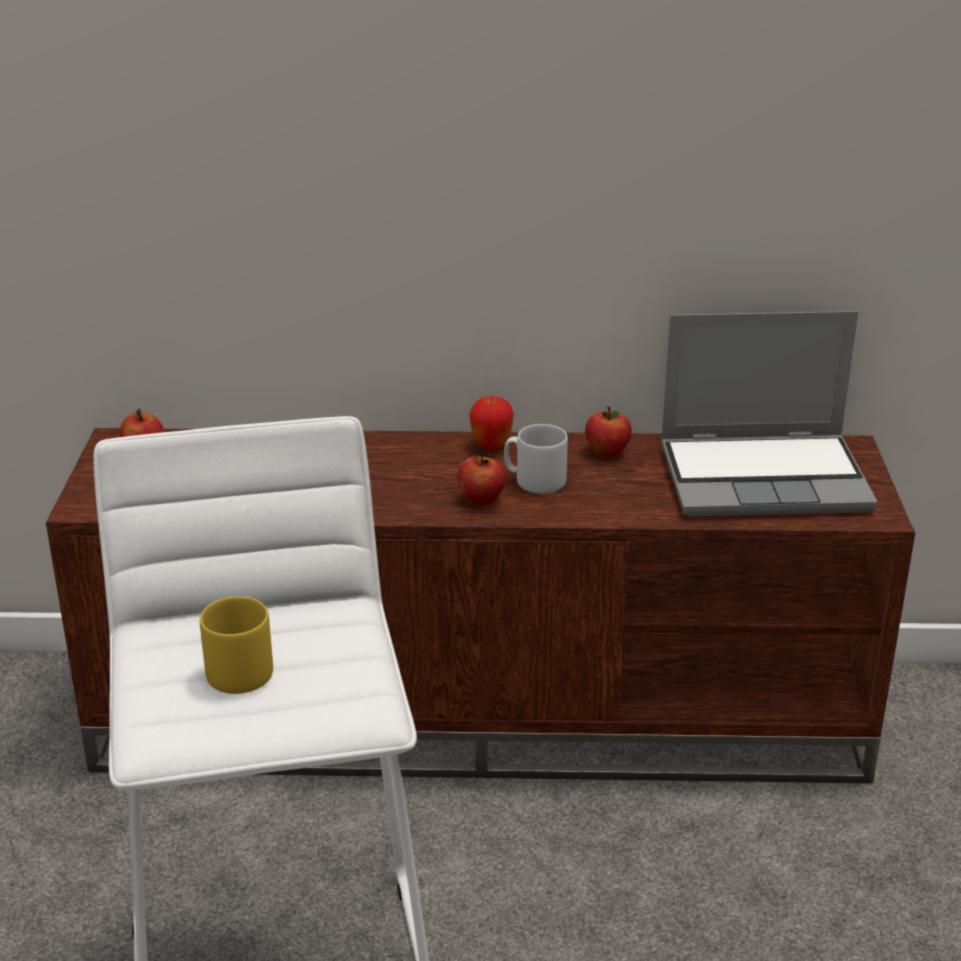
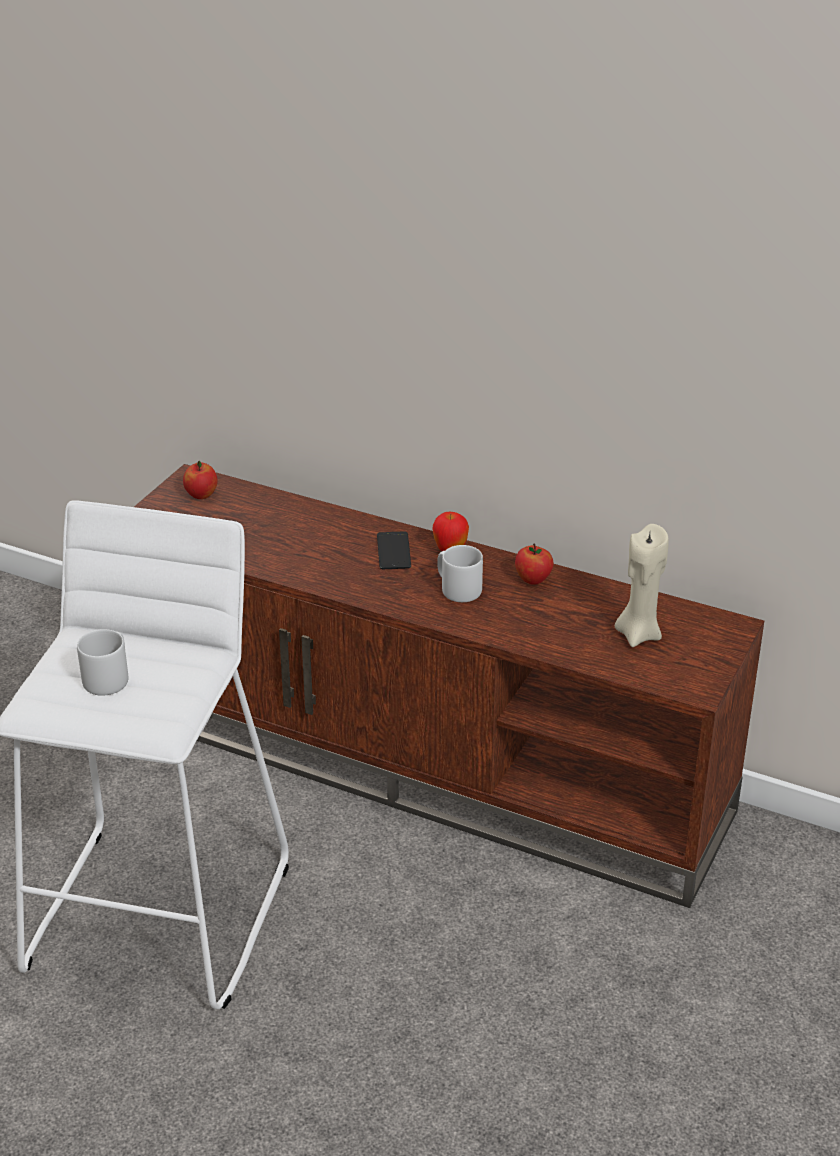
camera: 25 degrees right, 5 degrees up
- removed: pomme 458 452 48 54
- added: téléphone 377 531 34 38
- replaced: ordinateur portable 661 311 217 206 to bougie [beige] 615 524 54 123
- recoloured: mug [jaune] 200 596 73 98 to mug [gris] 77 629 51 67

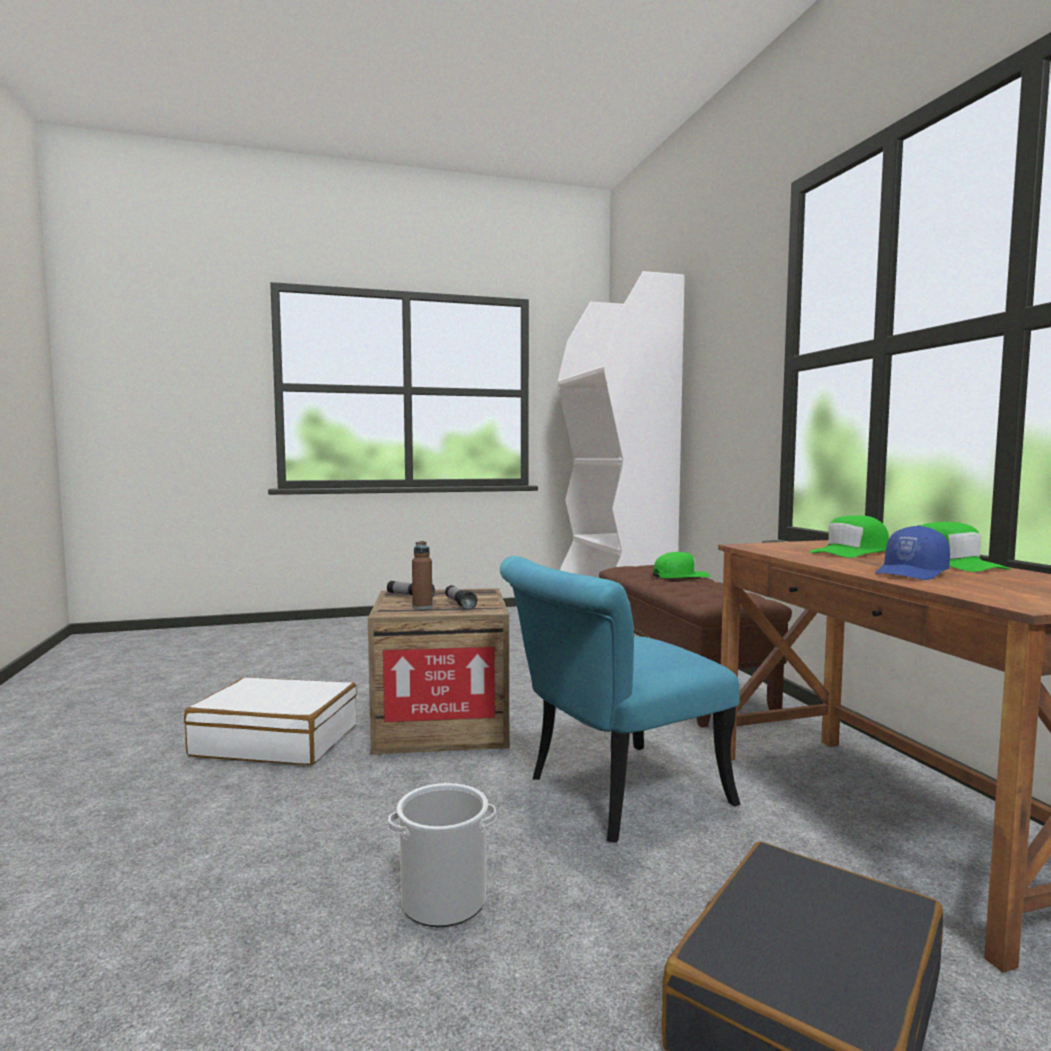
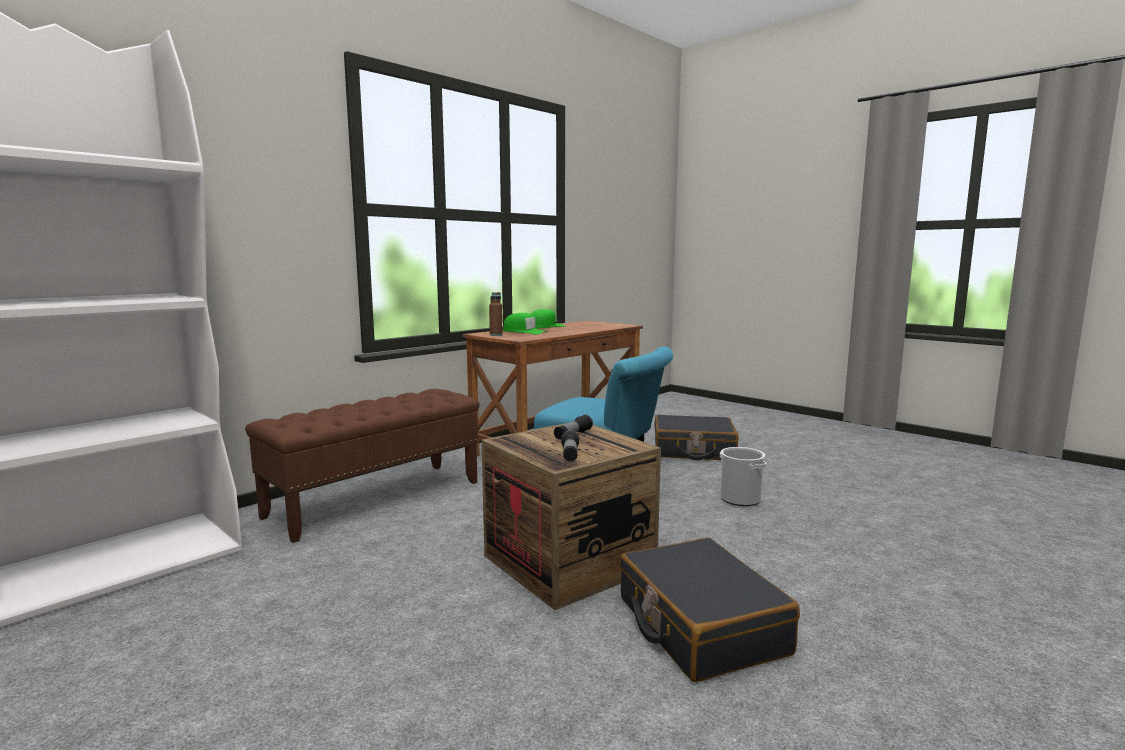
camera: 120 degrees left, 5 degrees up
- removed: casquette [vert] 652 552 59 26
- removed: casquette [bleu] 875 525 75 55
- moved: bouteille [marron] 412 541 21 68 to 489 292 13 44
- recoloured: valise [blanc] 184 677 173 88 to valise [noir] 620 538 180 144

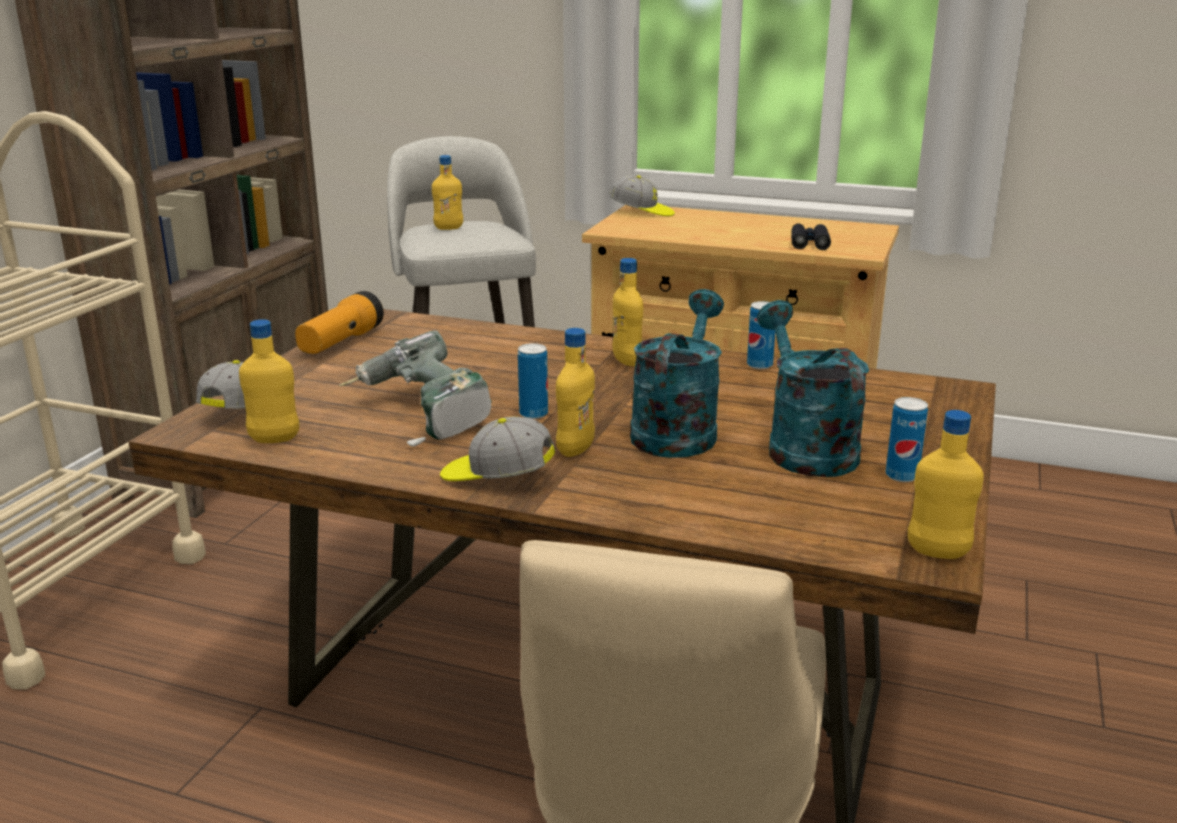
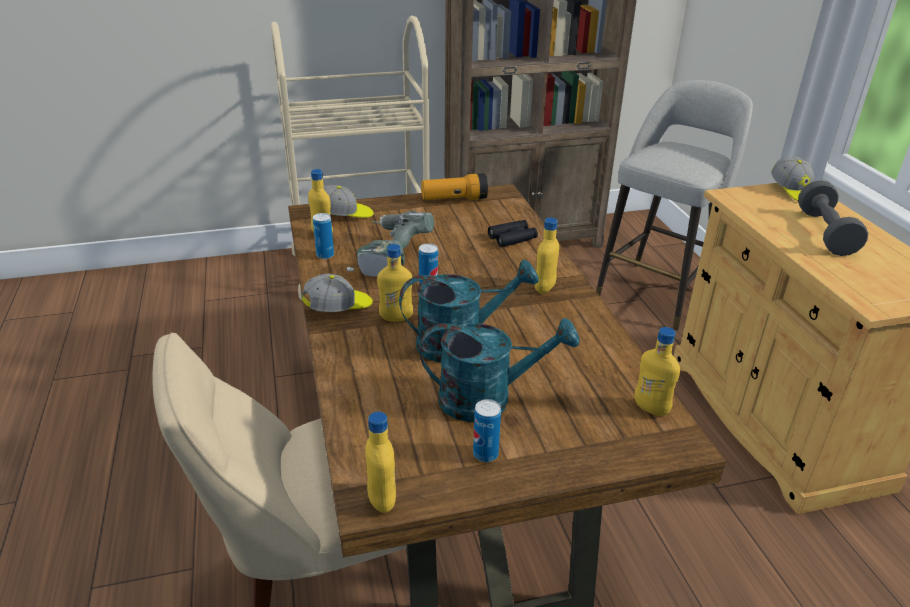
camera: 55 degrees right, 10 degrees up
- added: haltère [gris] 798 180 70 76
- moved: bouteille [jaune] 432 155 31 75 to 634 327 46 89
- moved: boîte métallique 747 301 28 68 to 313 213 21 46
- moved: jumelles [noir] 791 223 40 27 to 488 220 50 27
- turned: casquette 440 416 115 65 = 301 274 72 38 75 degrees clockwise
- turned: arrosoir [turquoise] 757 300 112 177 = 420 318 160 104 45 degrees clockwise

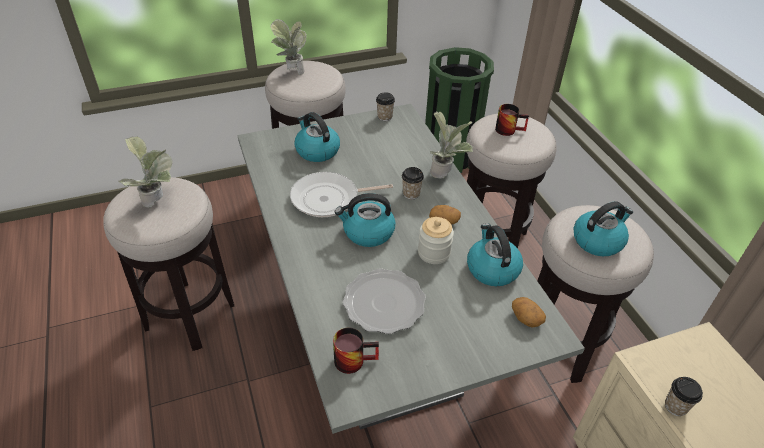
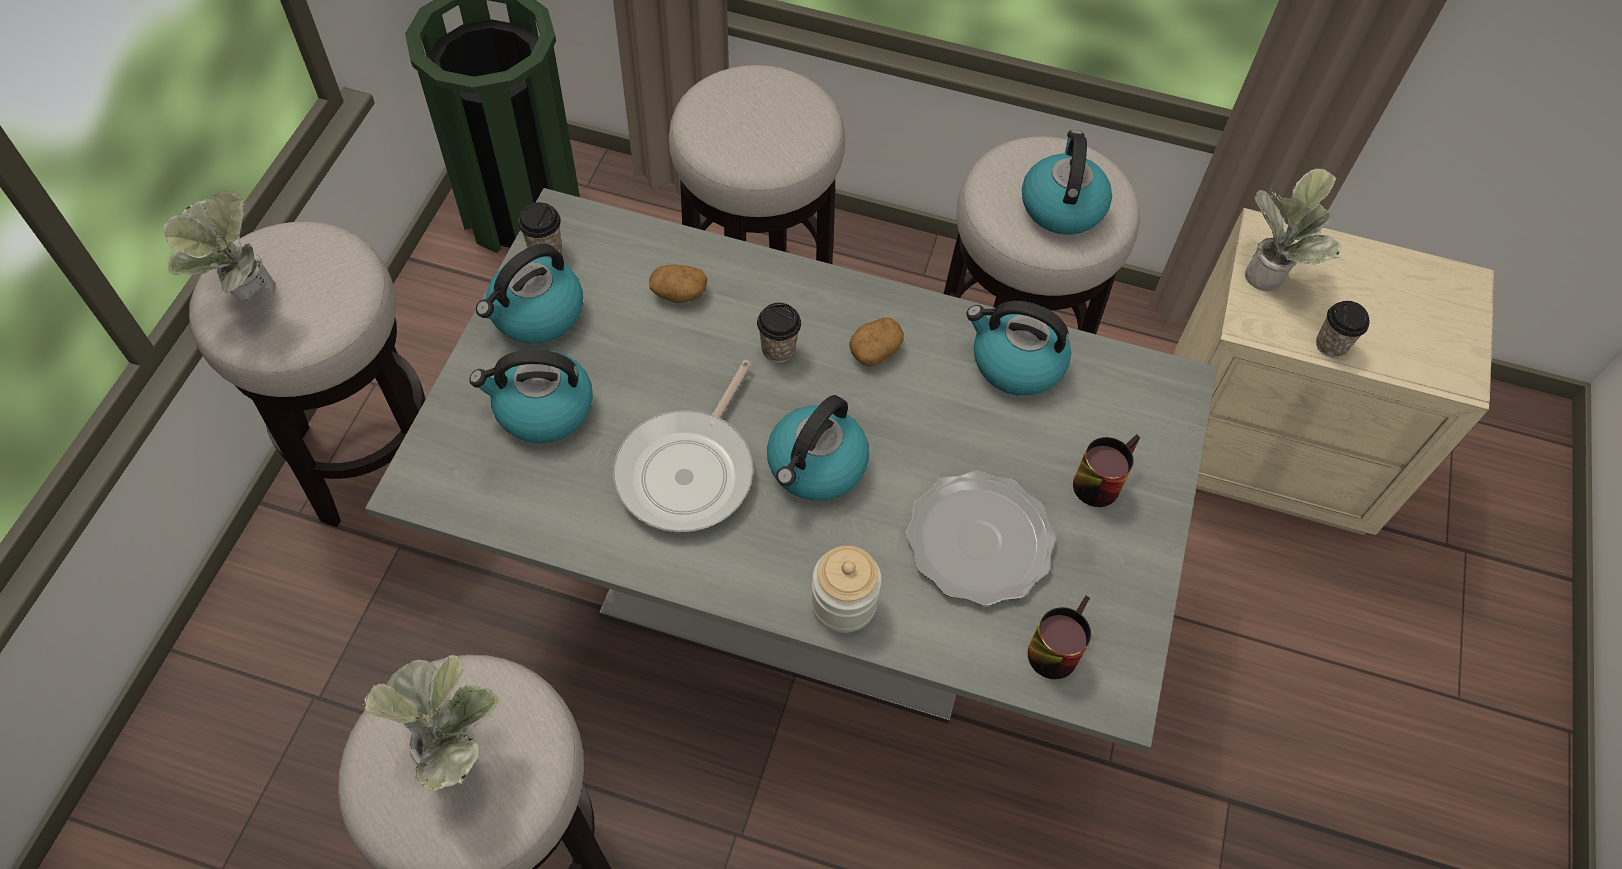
camera: 55 degrees left, 15 degrees up
- added: bouilloire 476 244 107 100
- moved: bocal 418 217 36 47 to 811 546 71 87
- moved: plante en pot 430 112 43 67 to 1245 169 96 122
- moved: mug 495 104 34 32 to 1073 434 67 73
- moved: pomme de terre 512 297 34 30 to 649 264 58 39

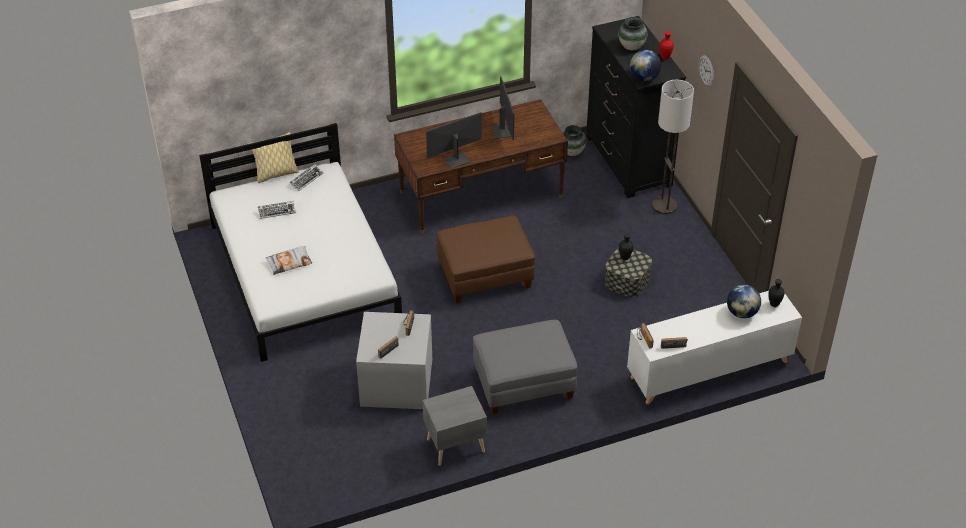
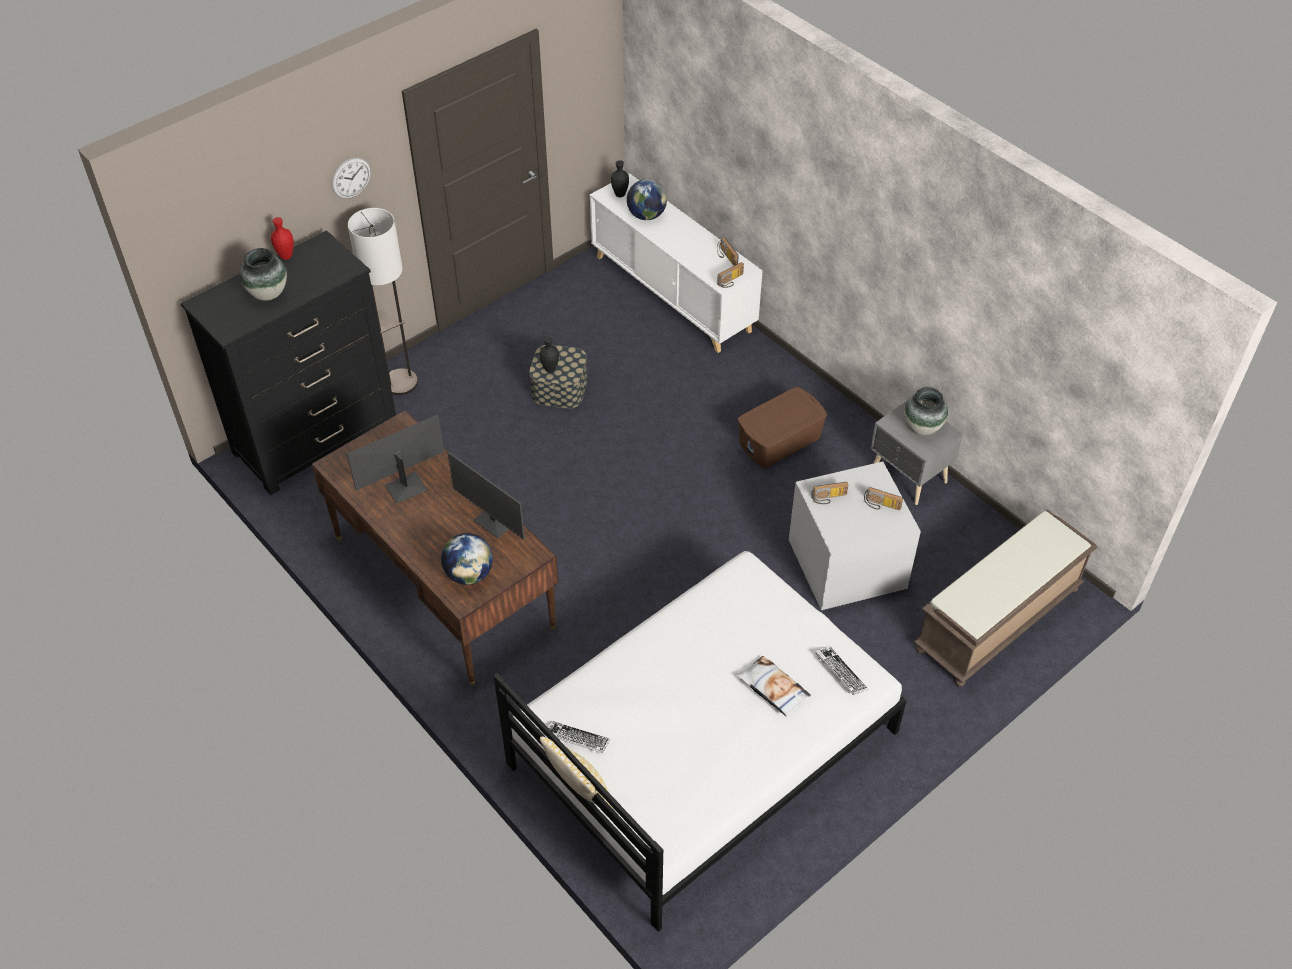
camera: 110 degrees left, 5 degrees up
- removed: pouf [marron] 437 216 98 87
- added: banc [marron] 914 509 184 178
- moved: clavier 258 201 38 18 to 815 646 53 49
- moved: vase 563 125 23 31 to 904 387 44 48
- moved: globe 630 50 31 31 to 441 533 52 52
- replaced: pouf [gris] 473 320 104 94 to boîte de rangement [marron] 738 387 89 81

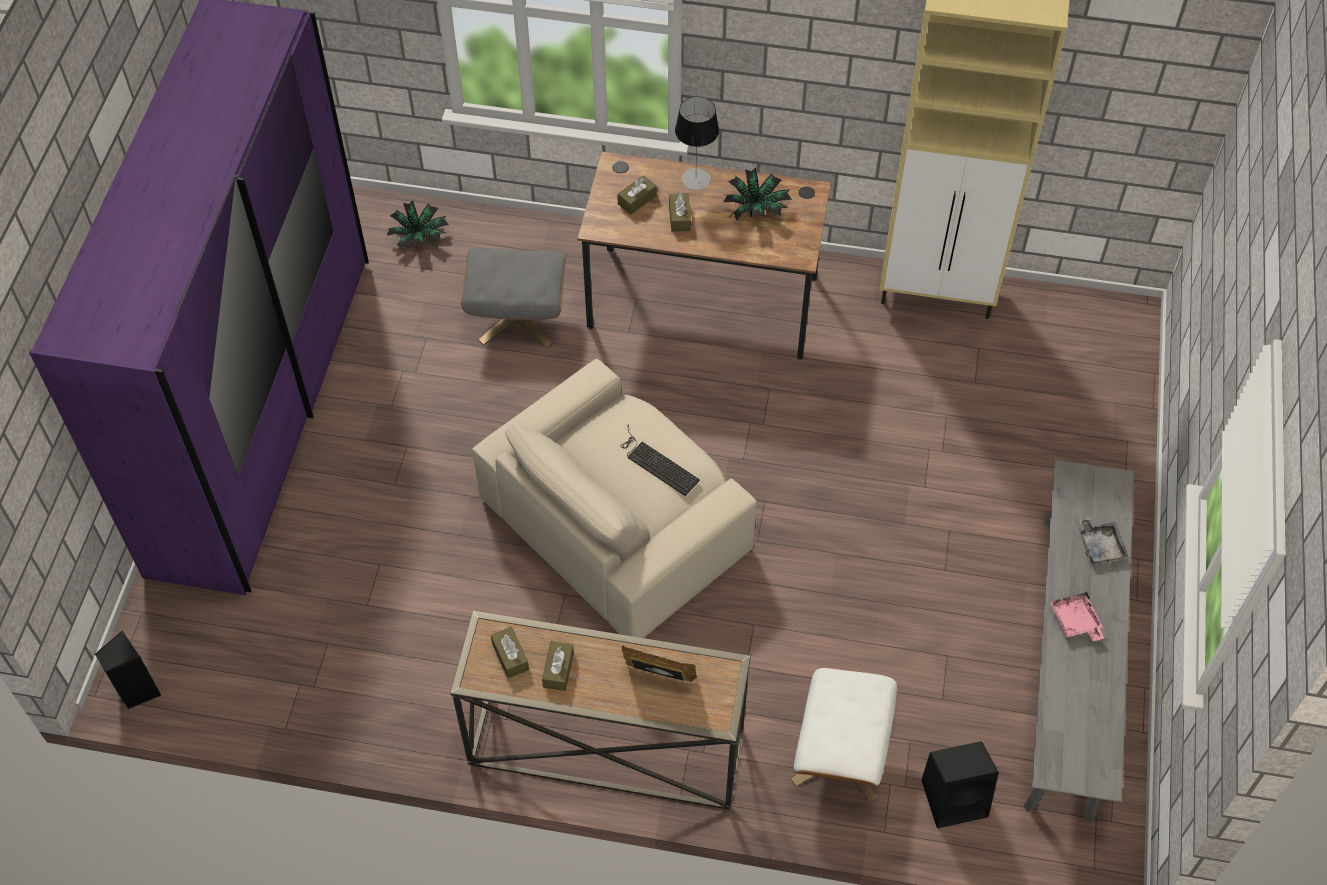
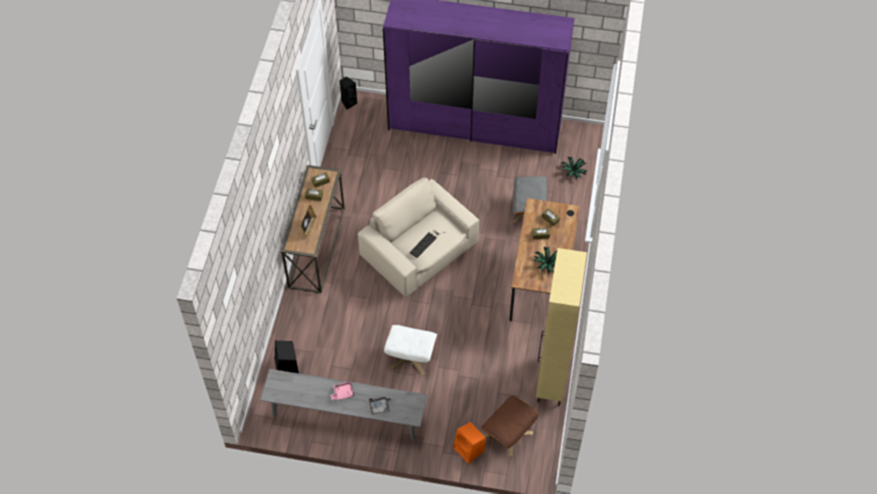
camera: 90 degrees right, 0 degrees up
- removed: lampe de table 675 96 44 94
- added: enceinte [orange] 453 422 33 42
- added: pouf [marron] 481 395 58 62
- moved: pouf [blanc] 791 667 106 136 to 384 325 54 50

